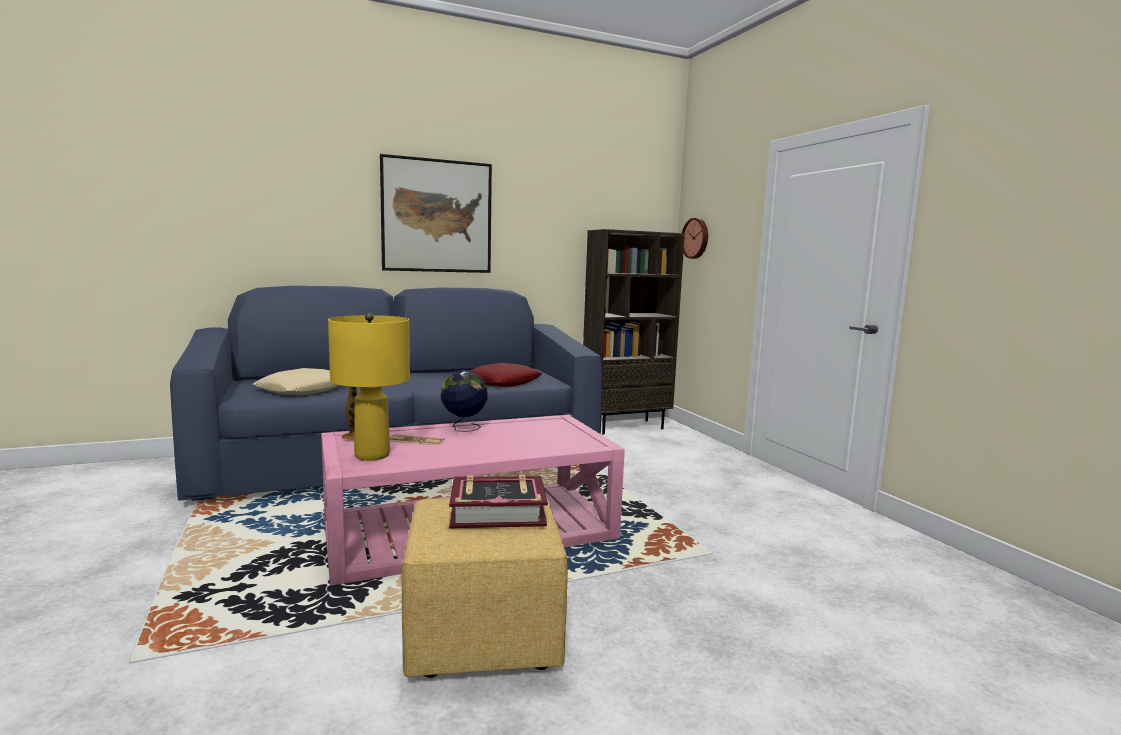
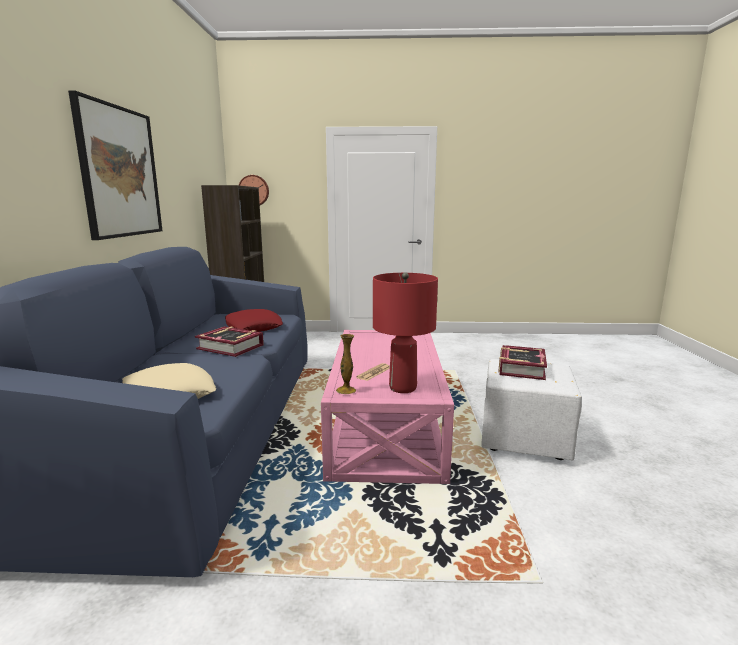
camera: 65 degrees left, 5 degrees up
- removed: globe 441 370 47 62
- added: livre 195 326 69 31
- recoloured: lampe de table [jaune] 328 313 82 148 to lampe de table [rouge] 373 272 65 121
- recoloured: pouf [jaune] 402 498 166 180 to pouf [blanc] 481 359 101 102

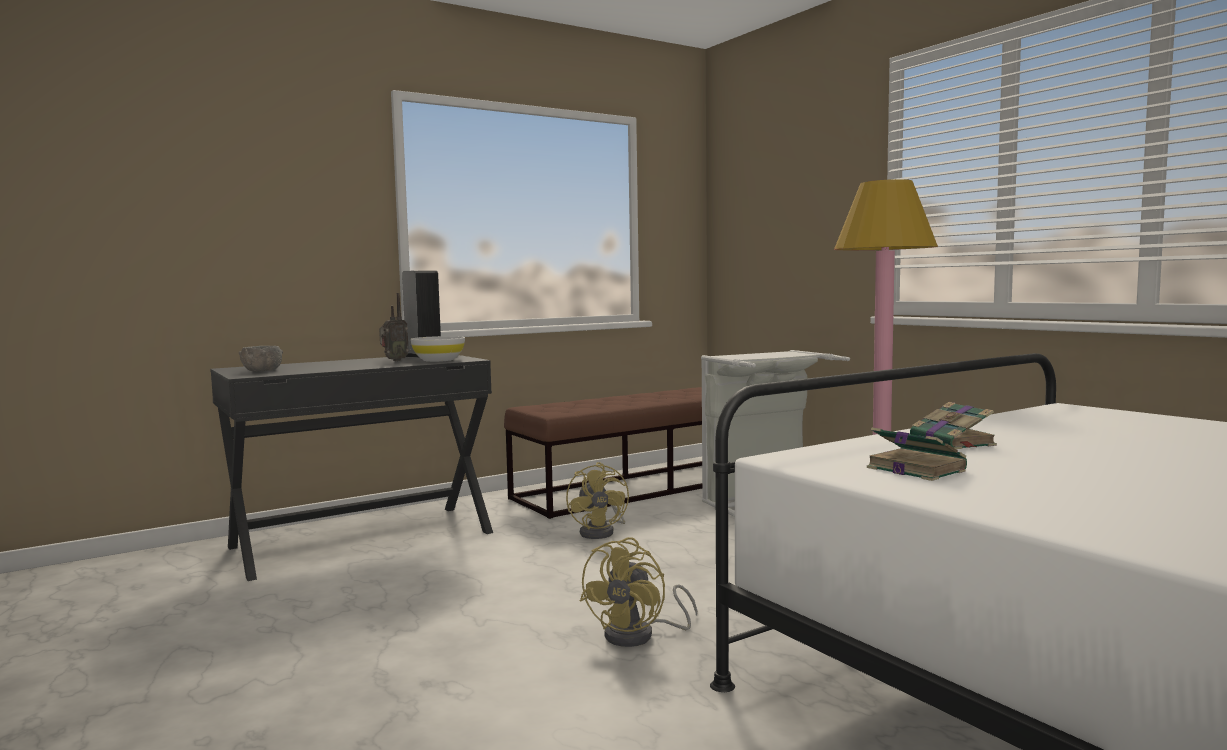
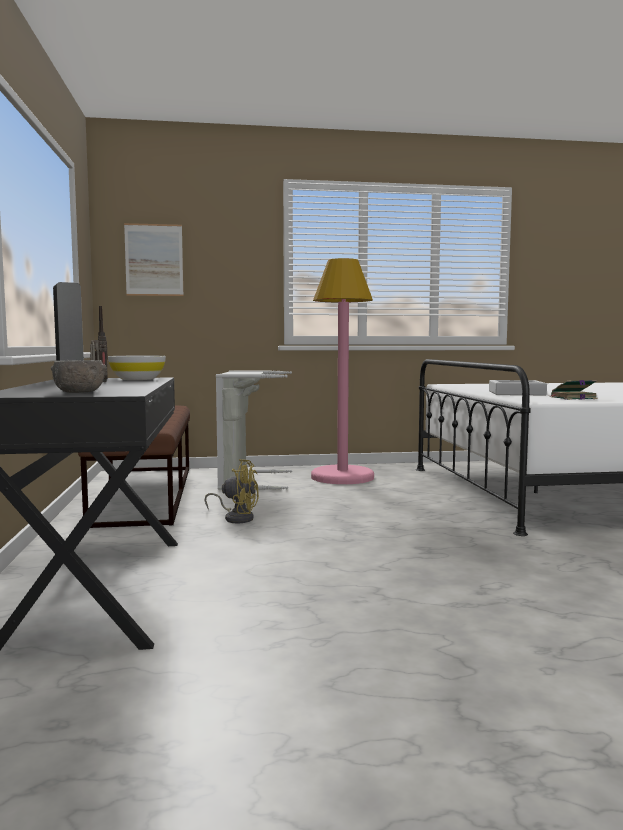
camera: 65 degrees left, 0 degrees up
- removed: ventilateur [jaune] 580 537 117 110
- added: tableau 124 223 60 73
- replaced: livre 910 402 87 47 to plateau [gris] 489 380 58 16

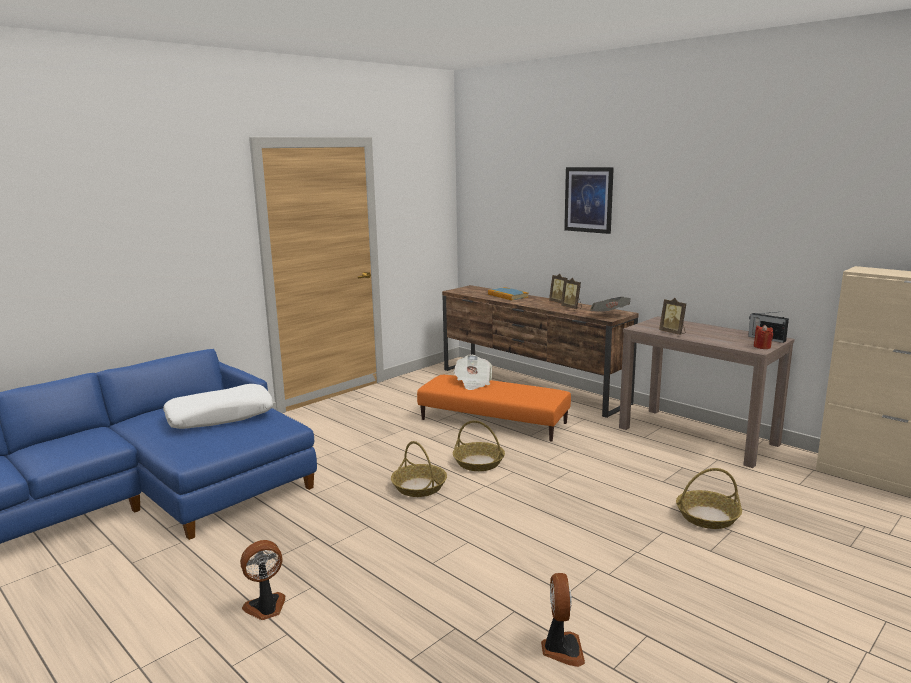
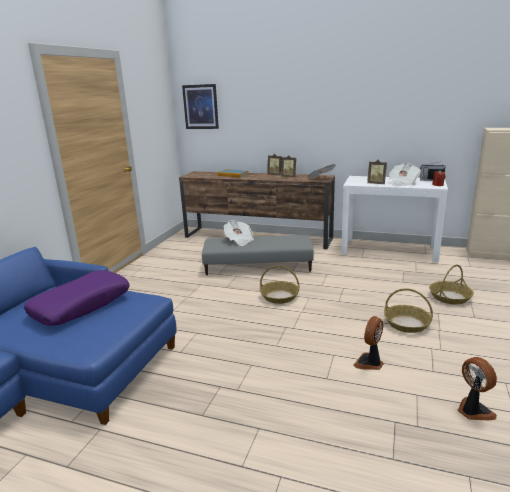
camera: 25 degrees left, 5 degrees up
- added: journal 389 163 32 24
- moved: ventilateur 240 540 45 80 to 354 316 30 54
- moved: panier 391 441 56 56 to 384 288 49 45
- moved: tableau 564 167 50 67 to 182 84 37 45
- recoloured: coussin [blanc] 163 384 110 45 to coussin [violet] 24 270 106 56
- recoloured: pouf [orange] 417 375 154 67 to pouf [gris] 202 235 112 40
- recoloured: table console [marron] 619 316 176 152 to table console [blanc] 341 176 107 87

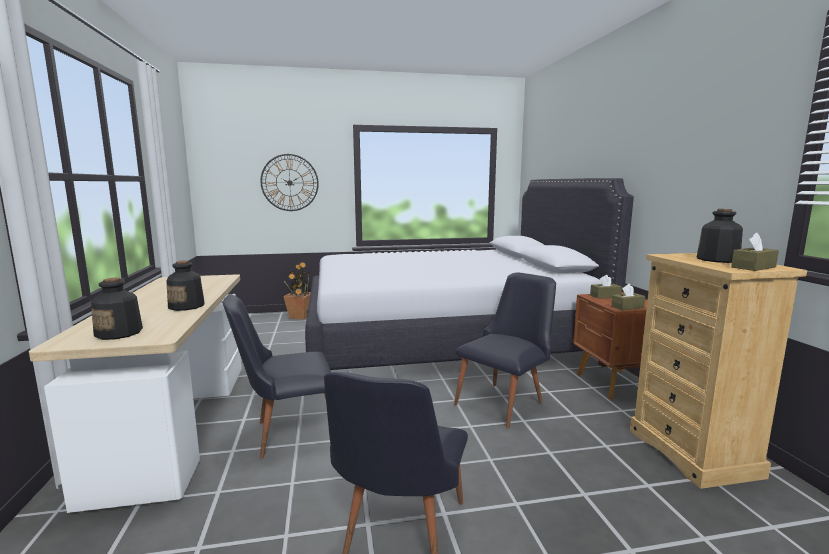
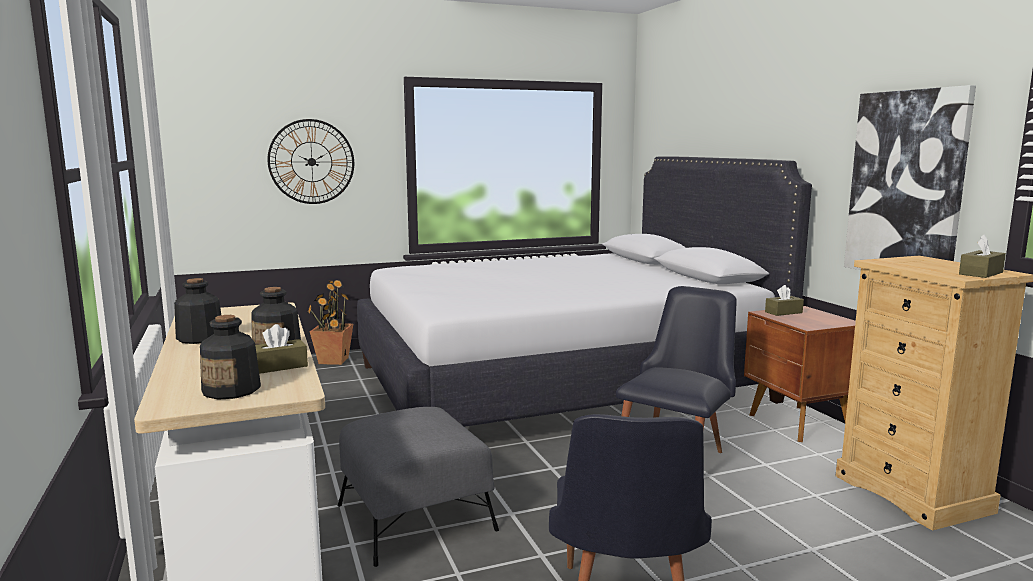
camera: 10 degrees left, 0 degrees up
- added: tableau 844 85 132 185
- moved: boîte à mouchoirs [marron] 611 284 34 27 to 255 324 53 50
- moved: bouteille 697 209 46 54 to 174 278 47 66
- replaced: chaise [noir] 222 295 109 163 to pouf [gris] 338 407 161 160

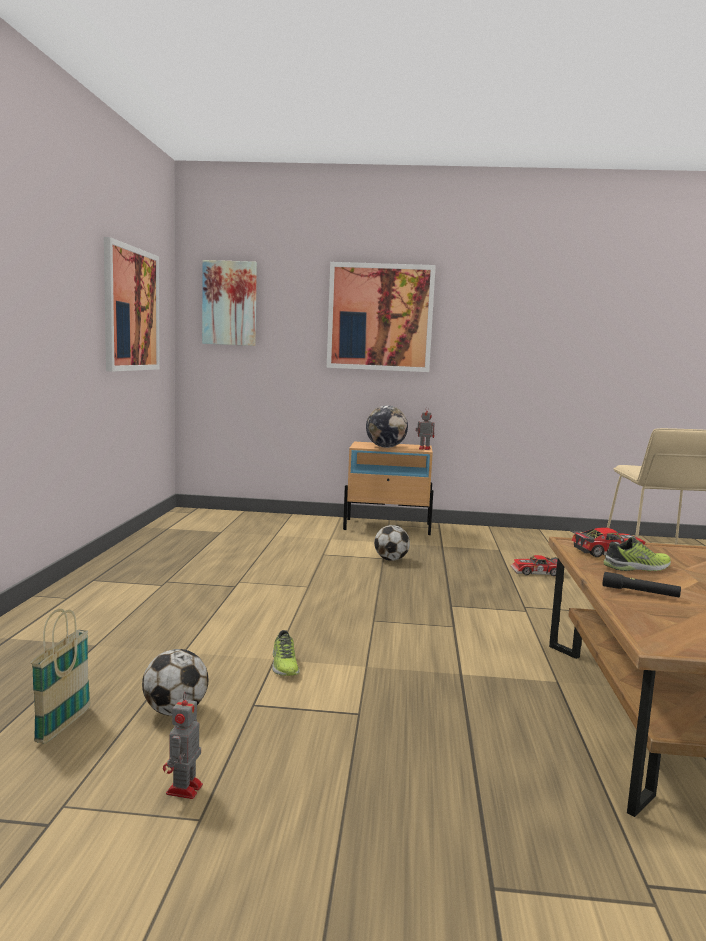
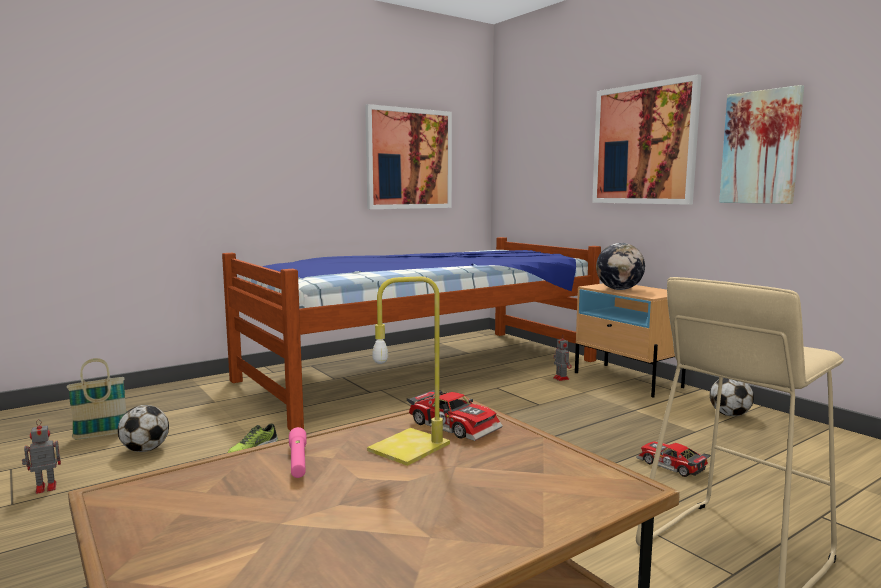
camera: 50 degrees right, 0 degrees up
- added: lit 222 237 379 194
- moved: tableau 202 260 55 86 to 719 85 85 119
- moved: ballon de foot 374 525 36 36 to 710 378 44 38
- moved: robot jouet 416 407 19 43 to 553 336 19 45
- replaced: chaussure 604 537 67 34 to lampe de table [jaune] 367 276 83 190
- recoloured: lampe de poche [noir] 603 572 78 25 to lampe de poche [rose] 289 427 18 51

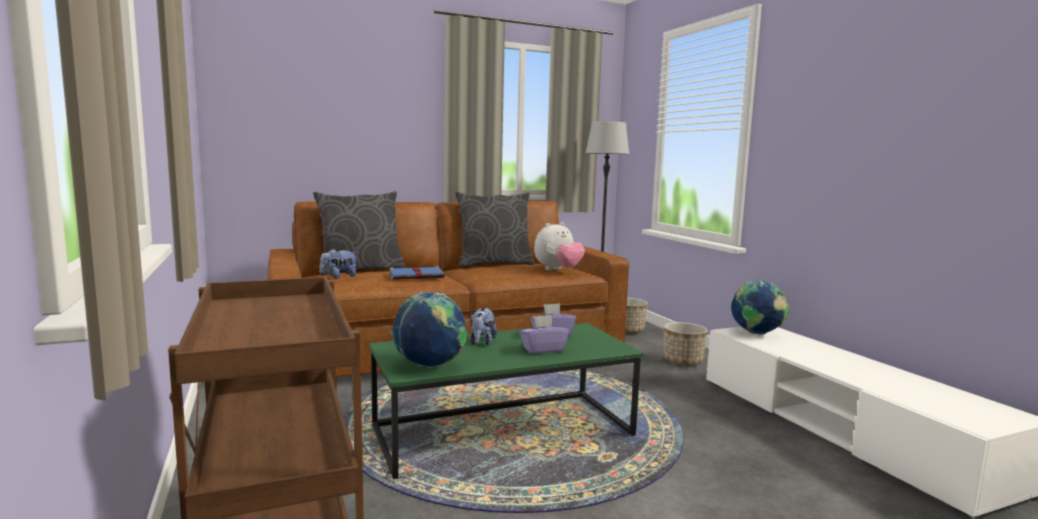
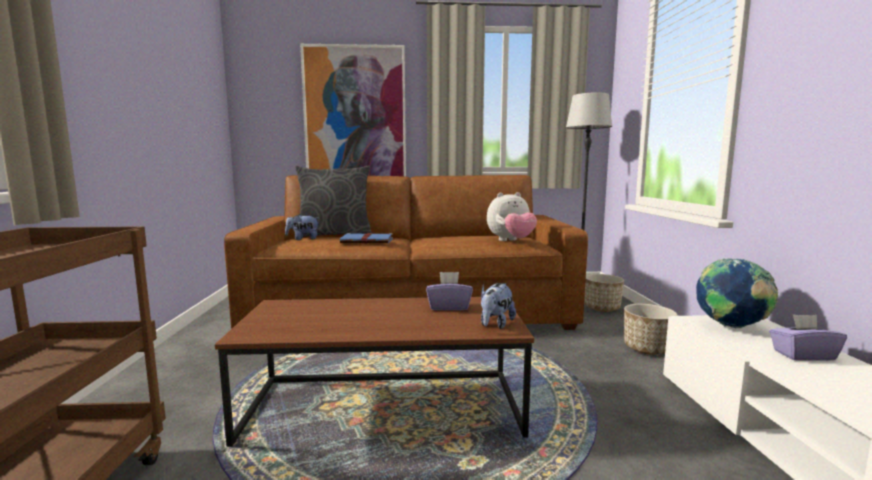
camera: 20 degrees right, 0 degrees up
- removed: globe 391 292 76 76
- removed: coussin [gris] 455 192 79 75
- added: tableau 300 44 106 132
- moved: peluche 470 308 27 37 to 481 283 35 46
- moved: boîte à mouchoirs [violet] 520 315 49 39 to 769 314 78 47
- recoloured: table basse [vert] 369 323 274 156 to table basse [marron] 215 297 319 150

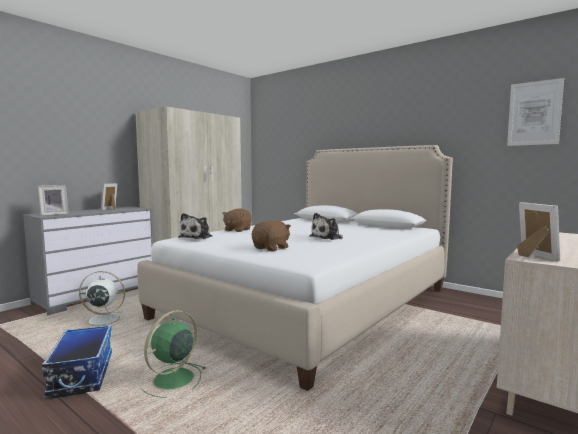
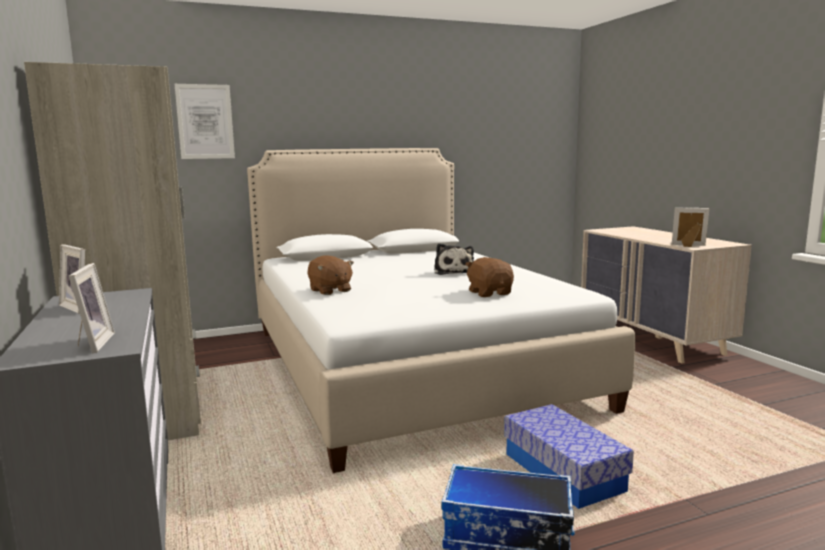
camera: 60 degrees left, 5 degrees up
- removed: ventilateur [blanc] 77 271 50 56
- removed: peluche 178 213 35 26
- moved: tableau 507 78 57 68 to 175 84 60 75
- replaced: ventilateur [vert] 141 310 64 88 to boîte de rangement 504 404 130 105

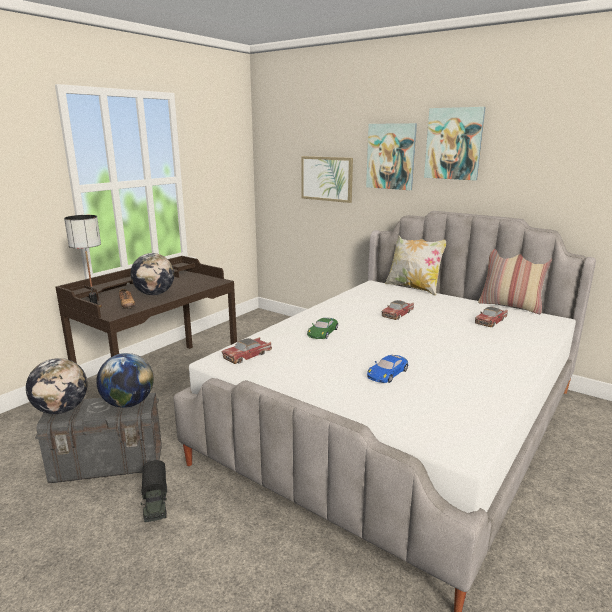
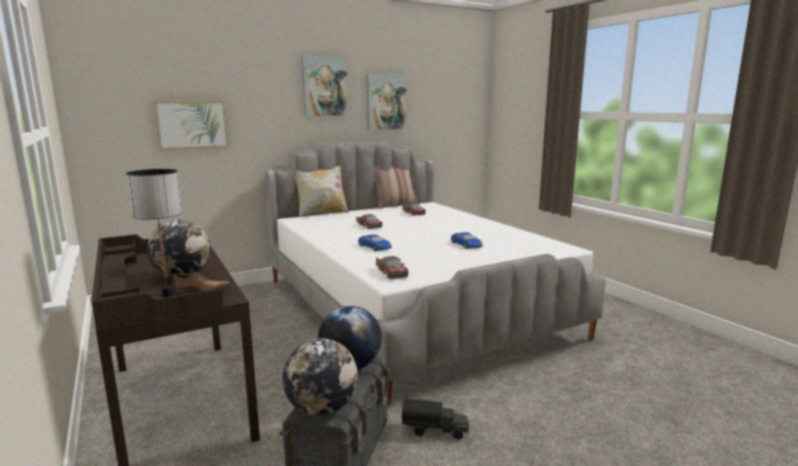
camera: 65 degrees left, 5 degrees down
- moved: tableau 366 123 51 67 to 367 74 40 56
- recoloured: petite voiture [vert] 307 318 31 21 to petite voiture [bleu] 358 234 33 17

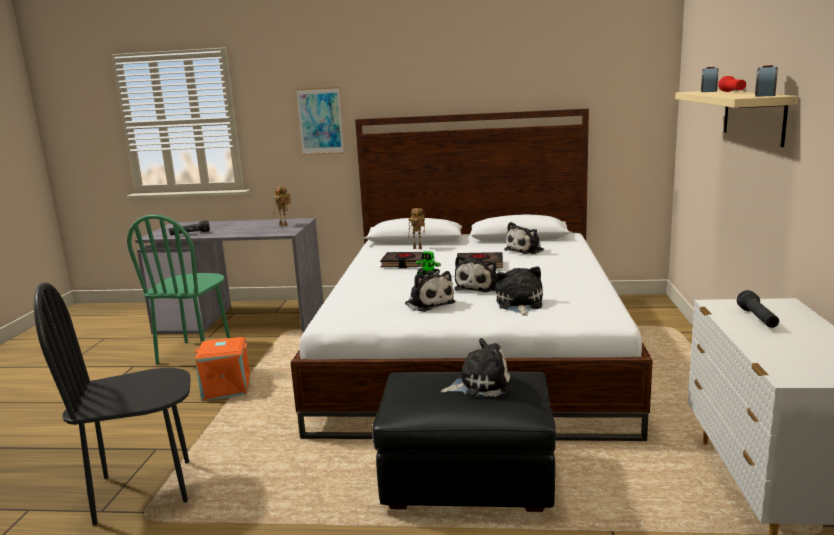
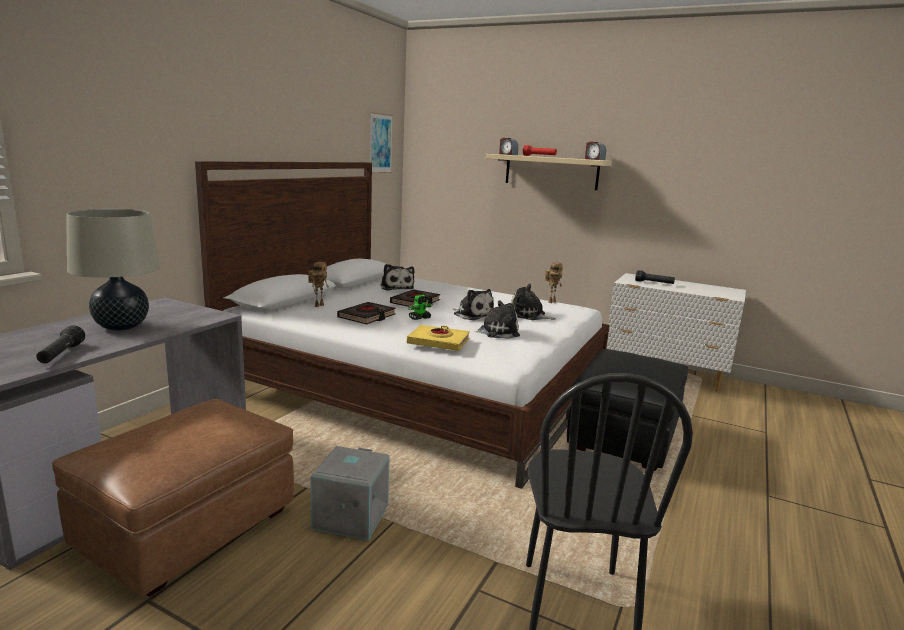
camera: 70 degrees left, 0 degrees up
- removed: peluche 441 338 71 59
- added: lampe de table [beige] 66 209 95 122
- added: livre [jaune] 407 325 63 26
- moved: robot jouet 273 186 18 40 to 545 263 18 40
- moved: tableau 296 87 48 68 to 370 112 23 61
- replaced: chaise [vert] 127 214 103 150 to pouf [marron] 52 399 242 198
- recoloured: boîte de rangement [orange] 194 337 57 64 to boîte de rangement [gris] 310 446 80 95

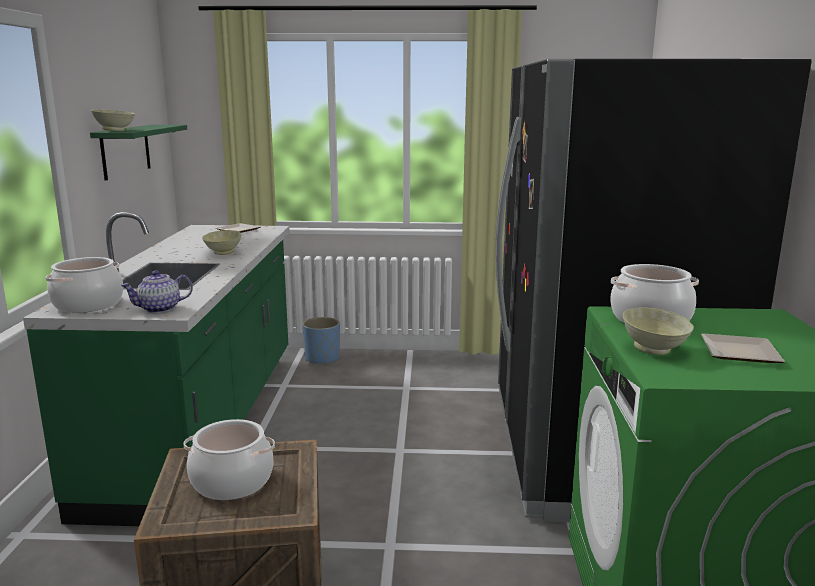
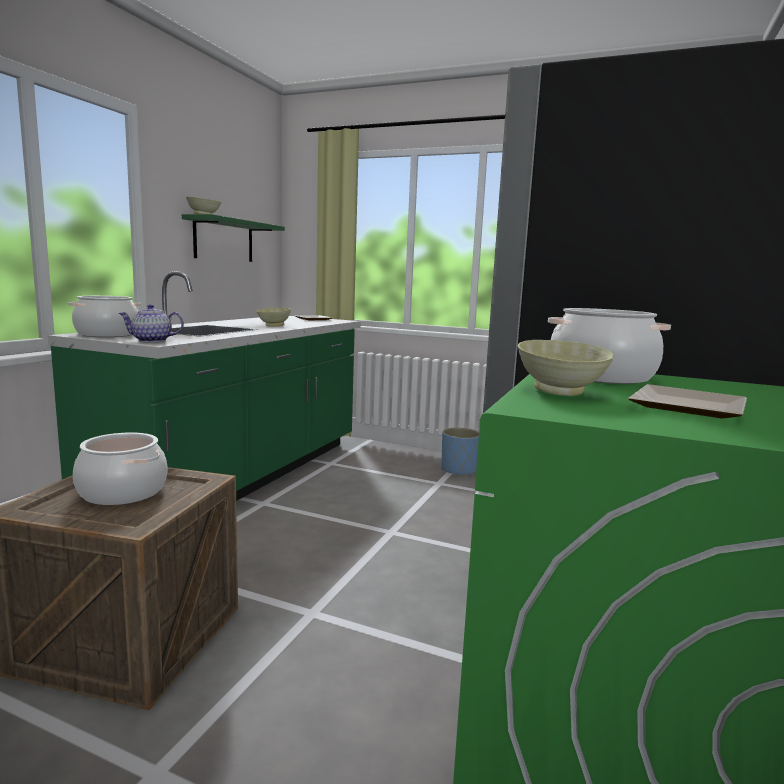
camera: 20 degrees right, 5 degrees down
- moved: cache-pot [bleu] 302 317 38 48 to 442 428 37 49

